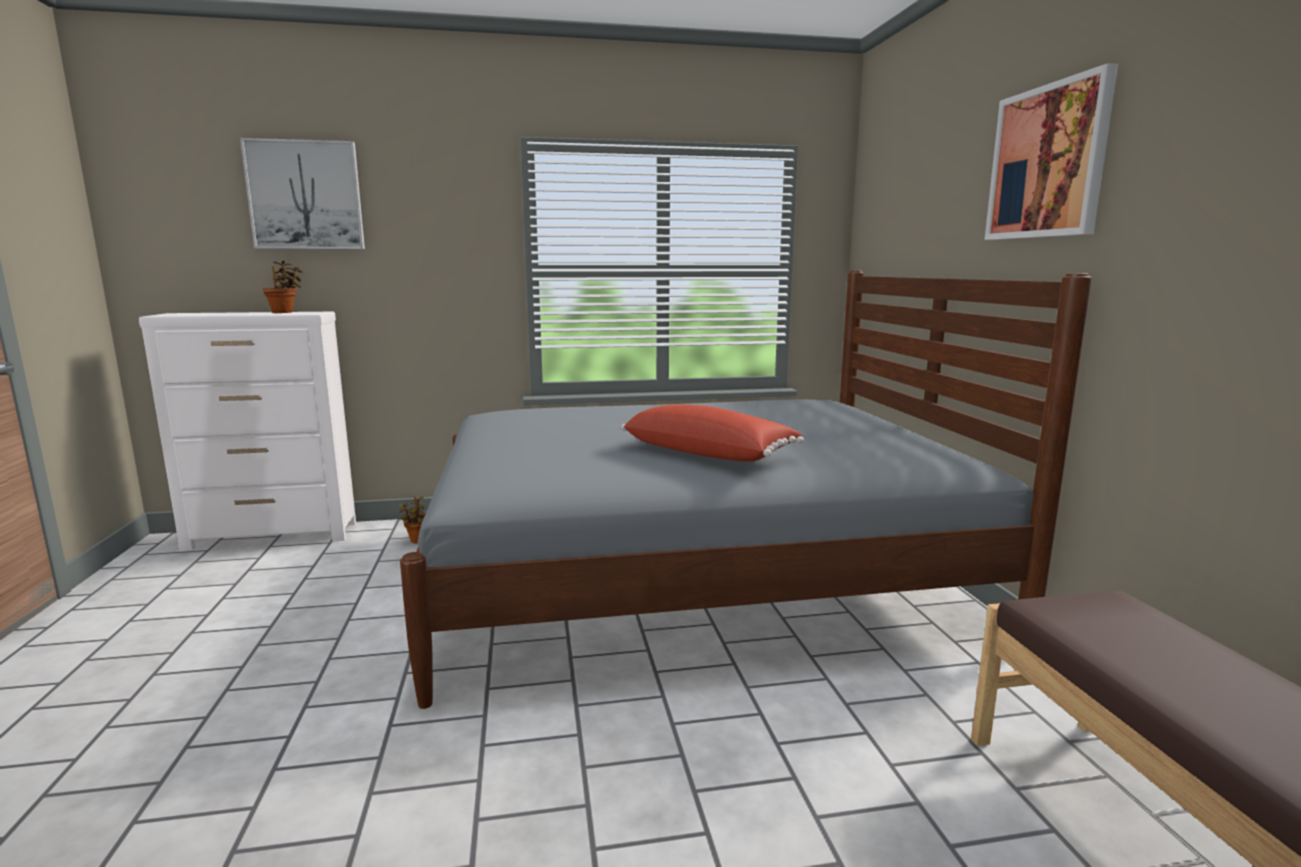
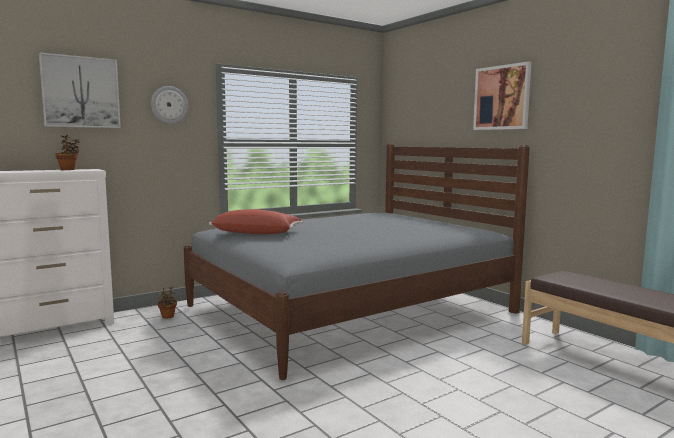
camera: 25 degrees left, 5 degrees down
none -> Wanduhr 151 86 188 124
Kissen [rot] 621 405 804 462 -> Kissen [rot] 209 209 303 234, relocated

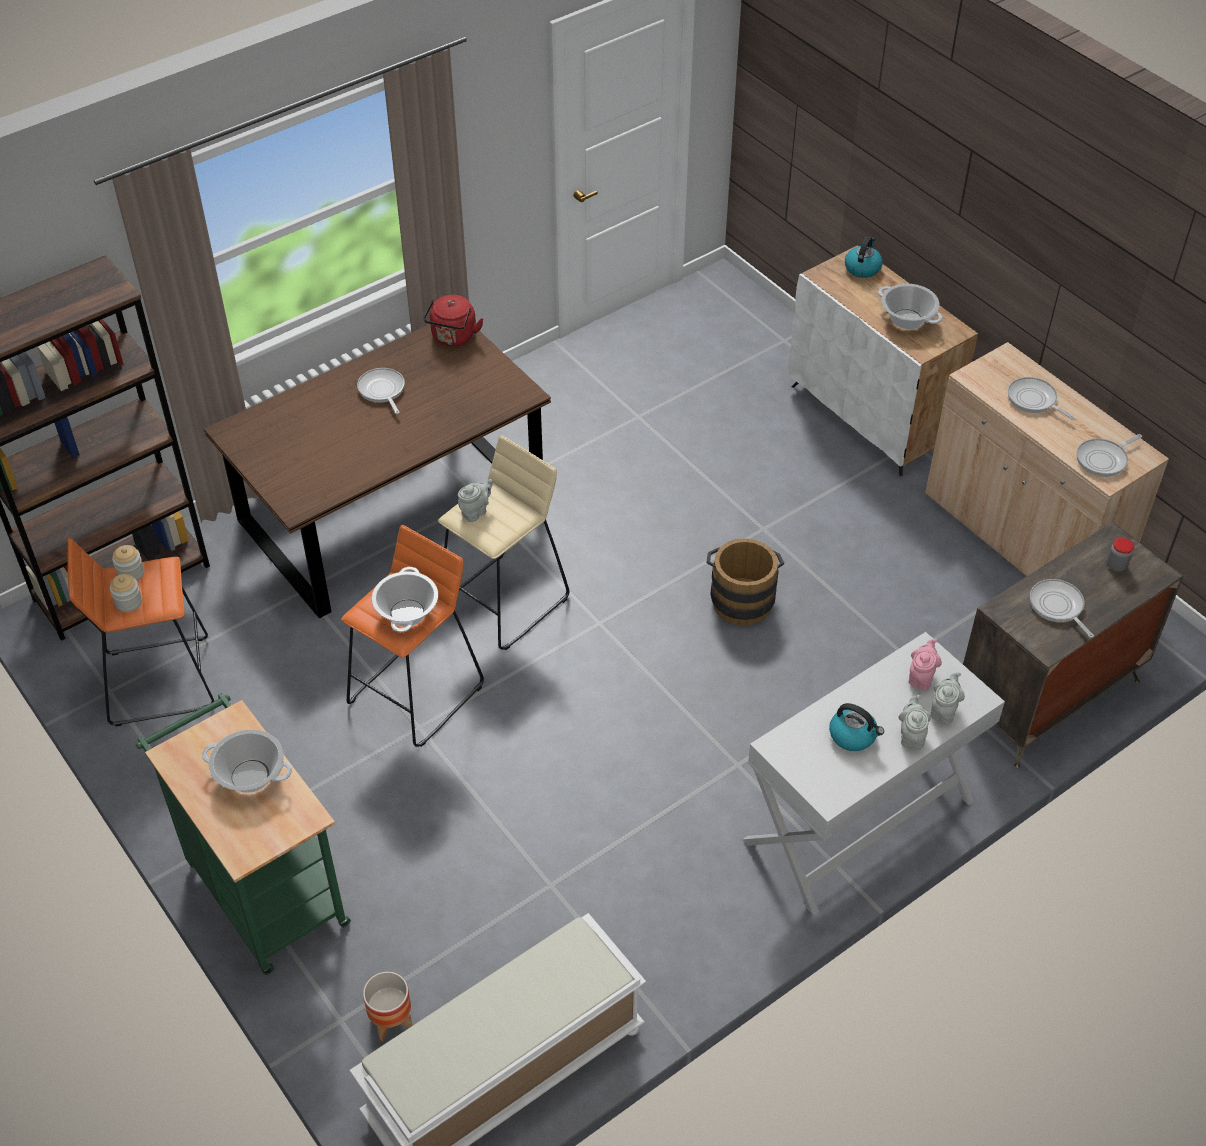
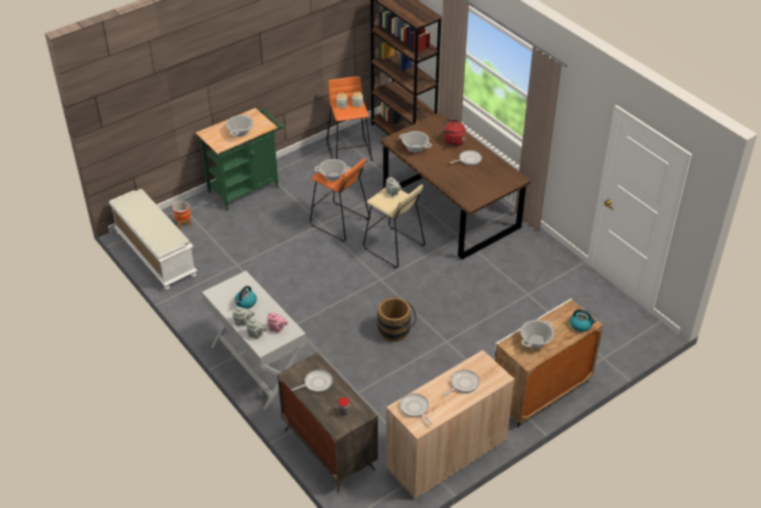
camera: 90 degrees right, 5 degrees down
none -> Kochtopf 399 131 432 152
Wasserkessel [rot] 423 295 484 346 -> Wasserkessel [rot] 441 120 466 146, relocated

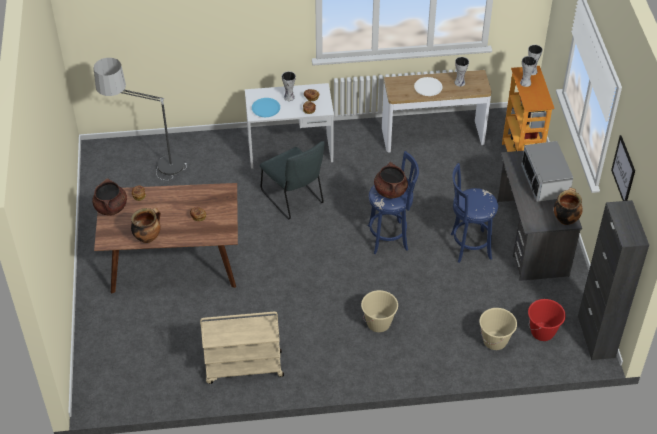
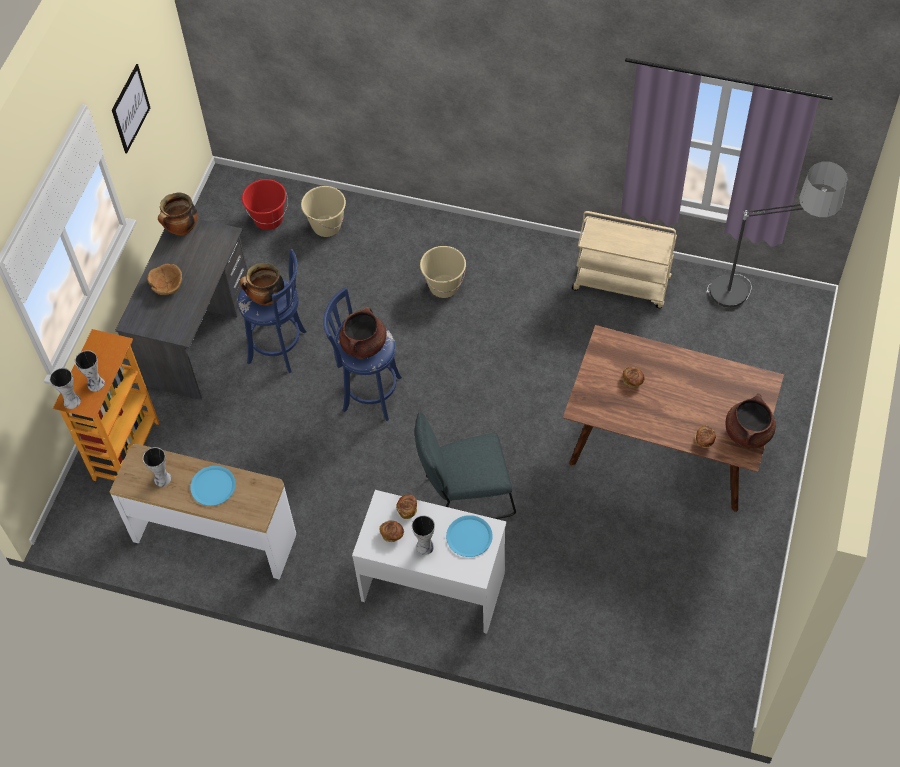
camera: 155 degrees left, 10 degrees up
Mikrowelle 521 141 573 202 -> Schüssel [braun] 147 264 182 295
Teller [weiß] 414 77 443 96 -> Teller [blau] 190 466 236 506
Kochtopf 131 208 161 243 -> Kochtopf 240 263 284 305, relocated
Stuhl [grau] 260 141 325 219 -> Stuhl [grau] 415 412 516 519, 90 degrees counterclockwise
Stehlampe 94 58 187 180 -> Stehlampe 706 161 848 308, relocated
Schrank [schwarz] 578 200 649 360 -> none

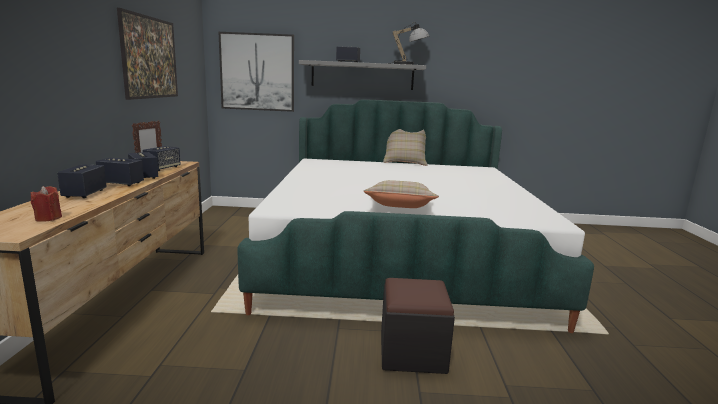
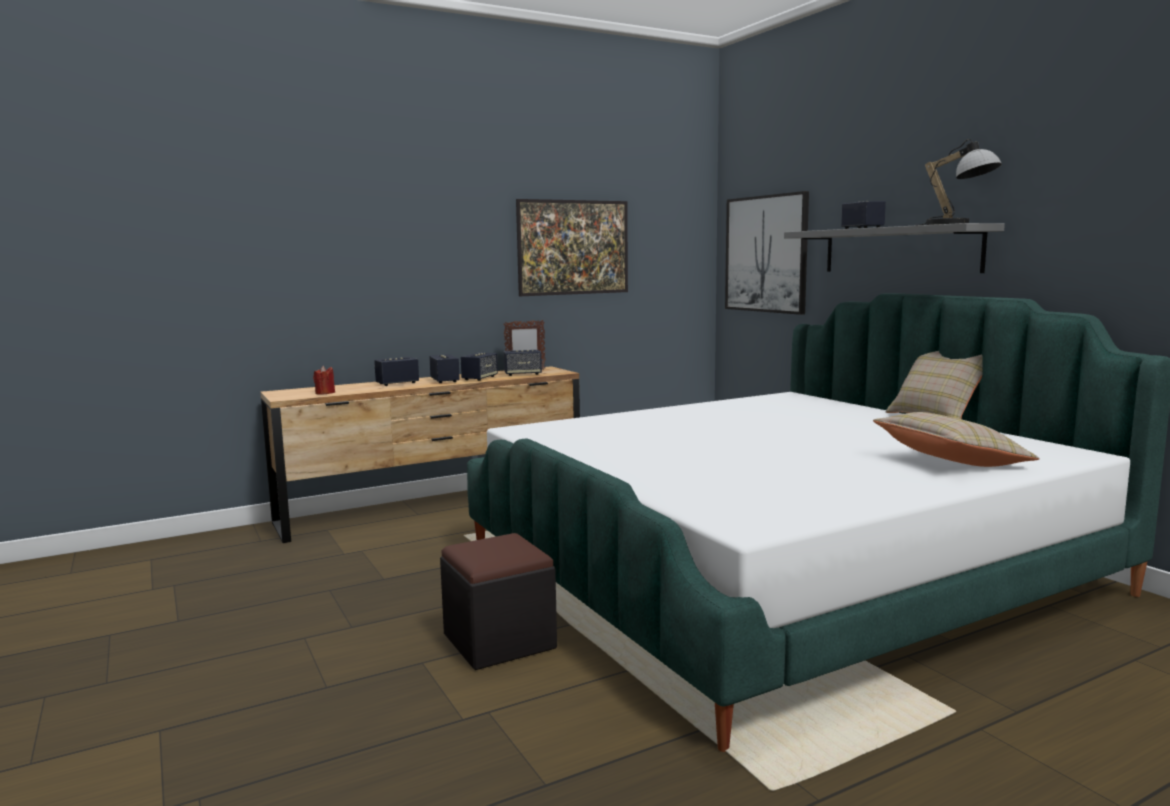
camera: 60 degrees right, 5 degrees down
Kissen [beige] 364 180 439 208 -> Kissen [beige] 873 412 1040 467, relocated

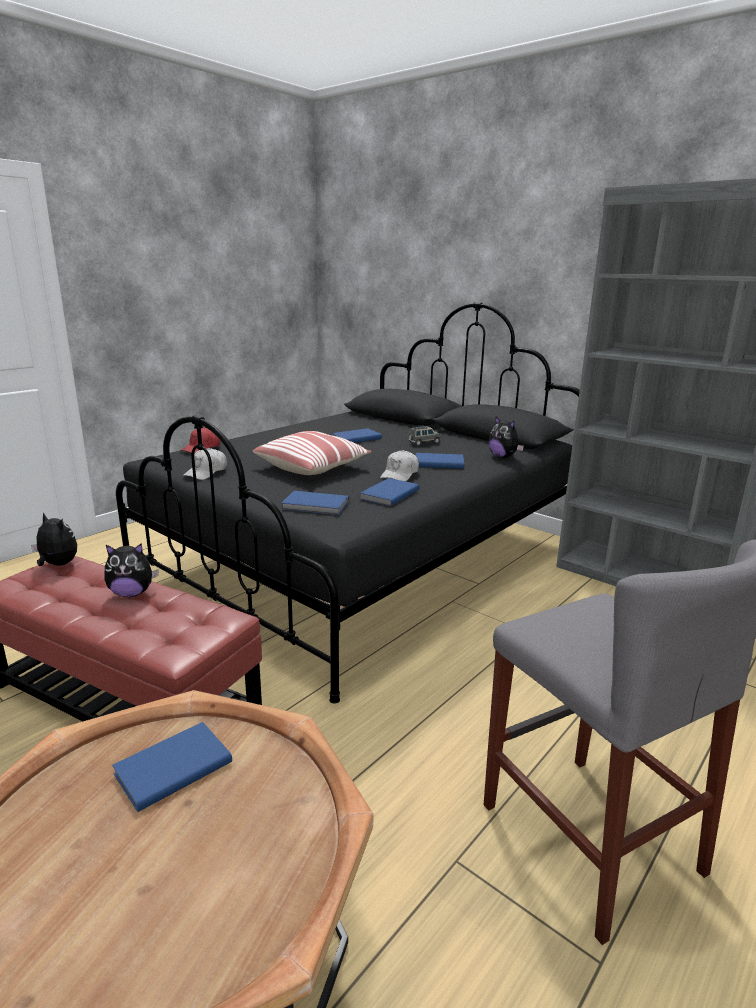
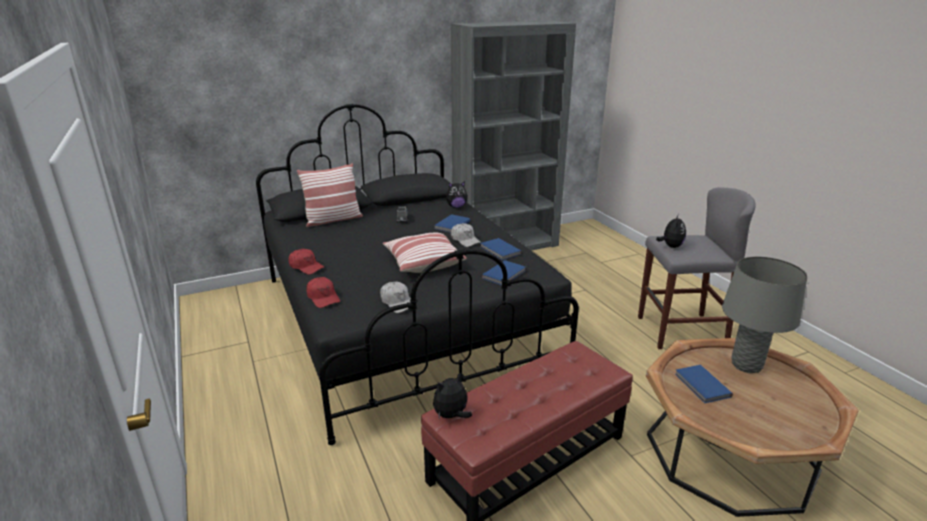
camera: 65 degrees left, 5 degrees up
none -> Kappe [rot] 288 249 324 275
none -> Kissen 297 163 363 227
Plüschtier 104 543 159 597 -> Plüschtier 656 214 686 248, relocated
none -> Tischlampe [grau] 722 257 807 373
Buch [blau] 332 428 382 443 -> none

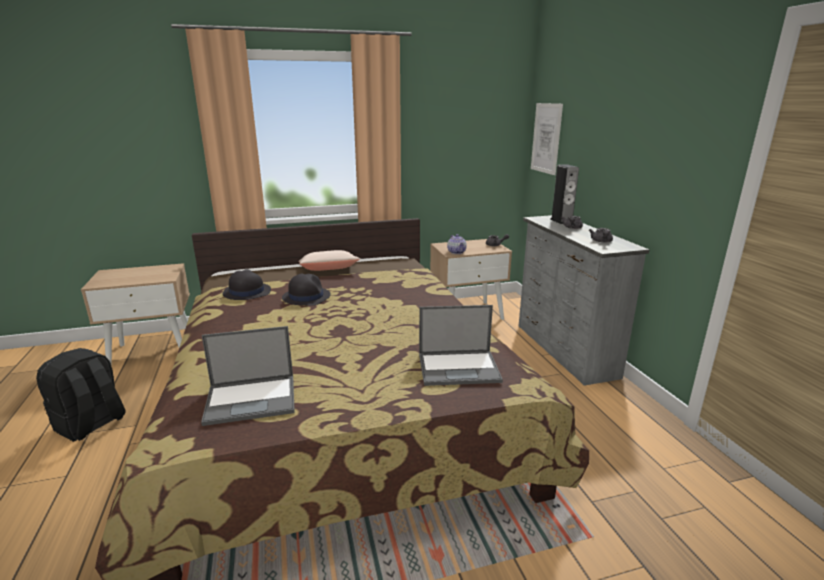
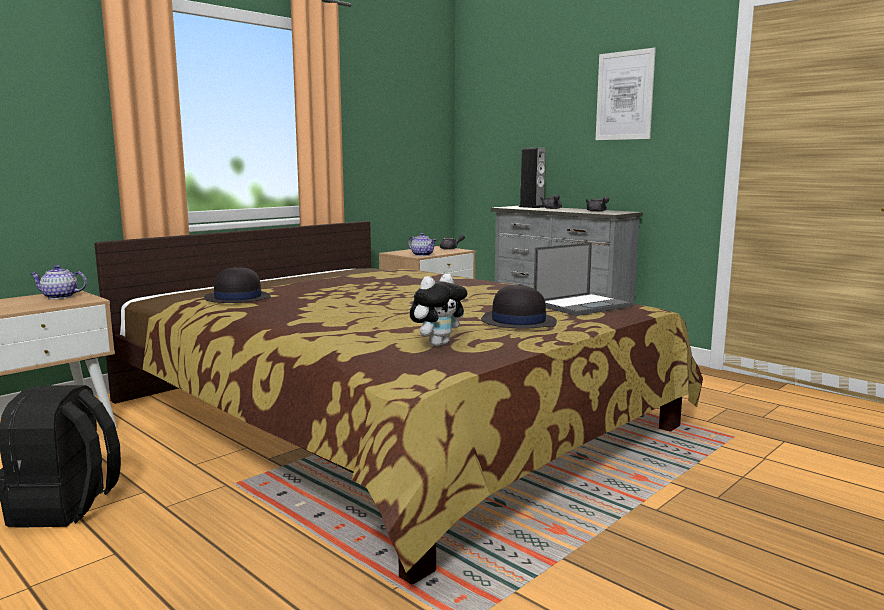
camera: 30 degrees left, 10 degrees down
none -> Teekanne 30 265 87 299
Laptop 201 326 295 426 -> Plüschtier 410 274 467 346
Hut [schwarz] 282 273 331 306 -> Hut [schwarz] 481 284 557 329, relocated
Bild 531 103 563 175 -> Bild 596 48 656 140, relocated
Kissen [beige] 298 250 360 271 -> none

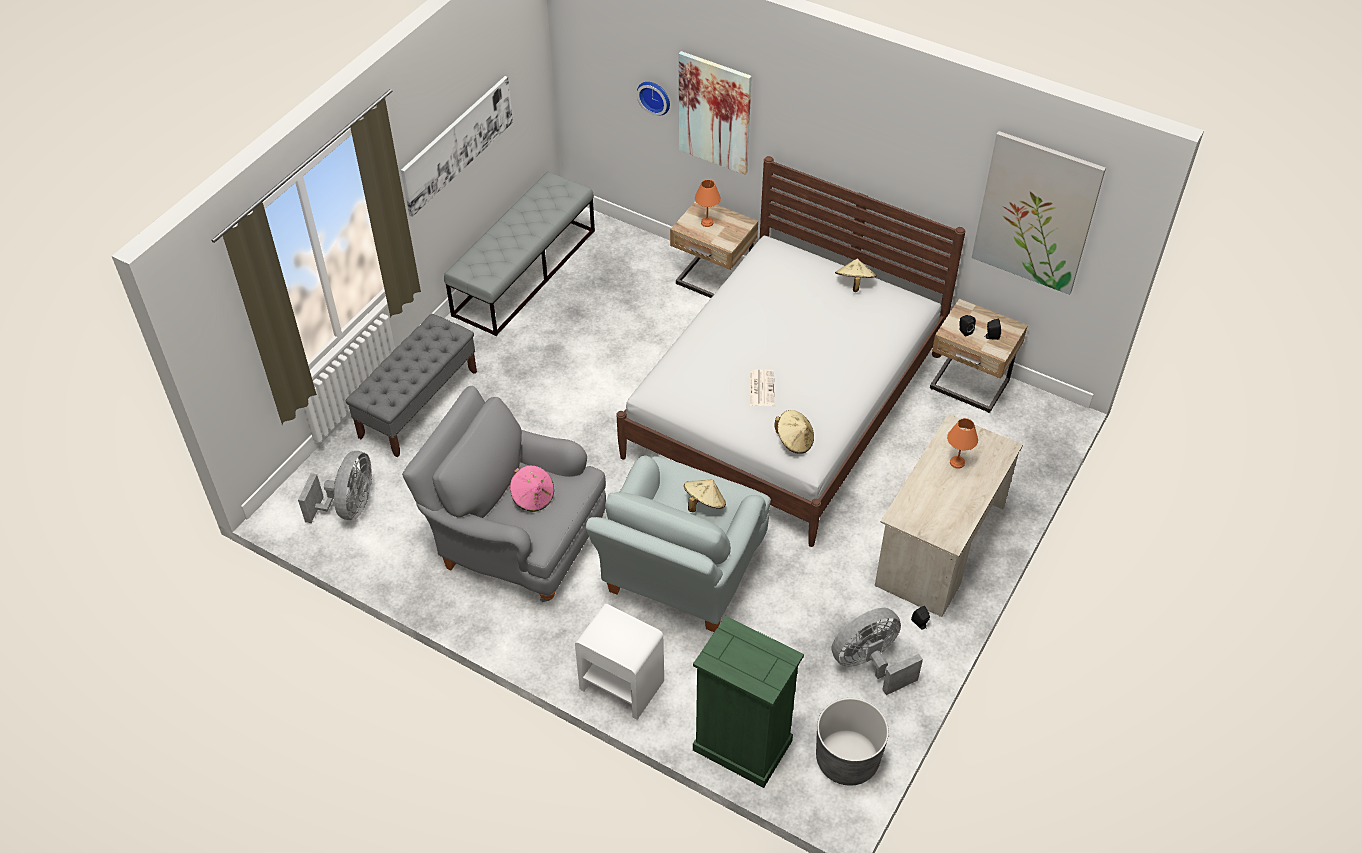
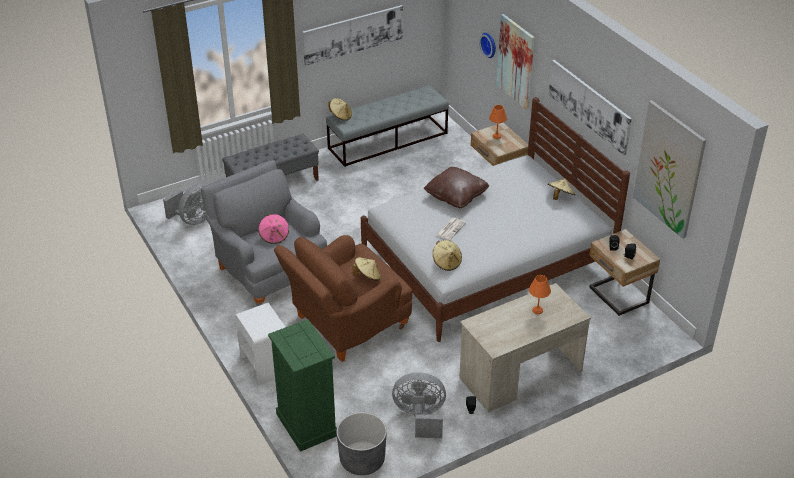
camera: 30 degrees right, 10 degrees down
Sessel [grau] 585 455 771 632 -> Sessel [braun] 274 235 412 362
none -> Hut [beige] 328 98 352 121
none -> Kissen [braun] 424 167 489 208
none -> Bild 549 60 632 155

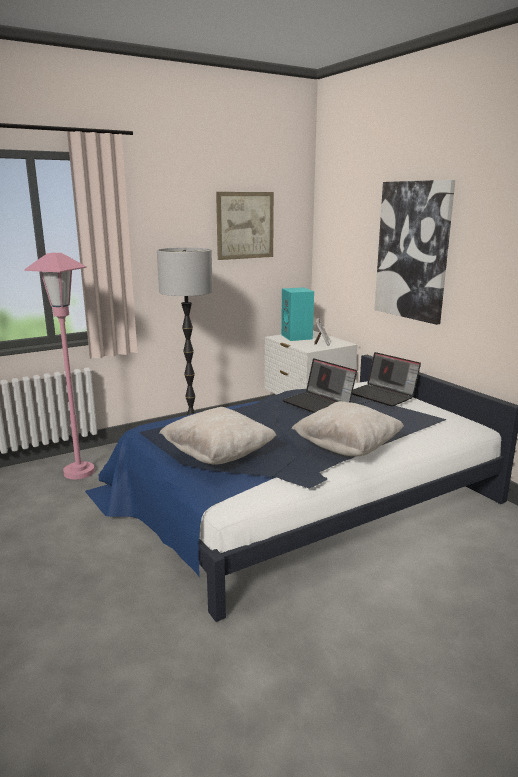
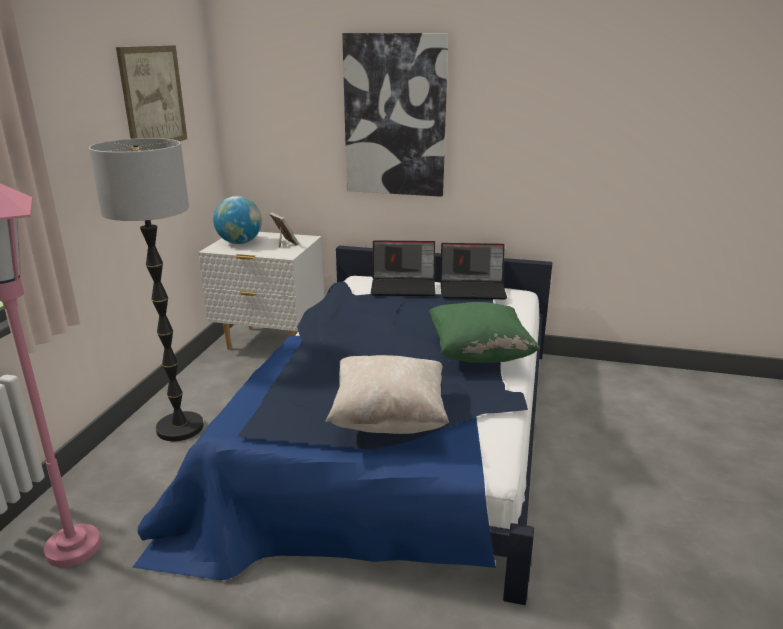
camera: 45 degrees left, 5 degrees up
Lautsprecher [türkis] 281 287 314 341 -> Globus 213 196 262 244
Kissen [beige] 291 401 404 456 -> Kissen [grün] 429 302 540 363
Laptop 282 358 357 413 -> Laptop 440 243 507 299, relocated

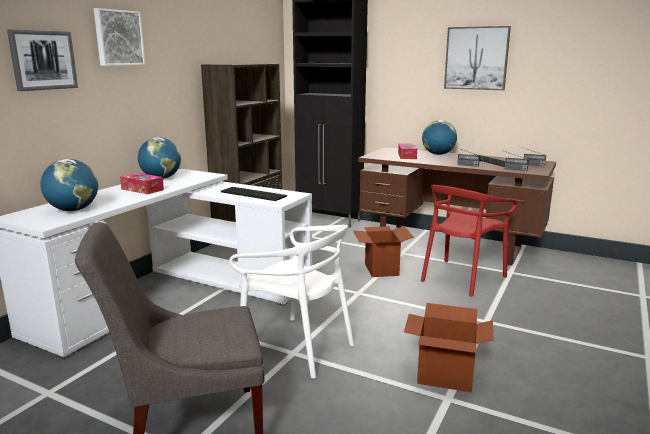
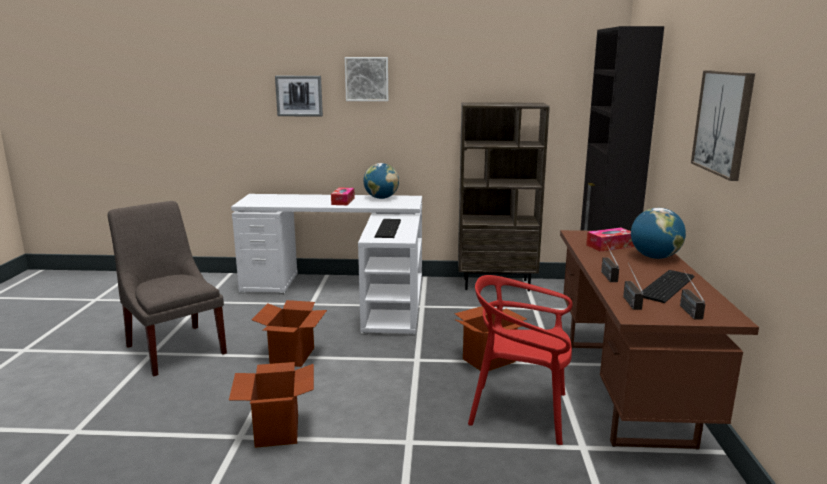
camera: 65 degrees right, 0 degrees up
Stuhl [weiß] 229 225 354 379 -> Karton 252 300 327 367
Globus 40 159 98 211 -> none

